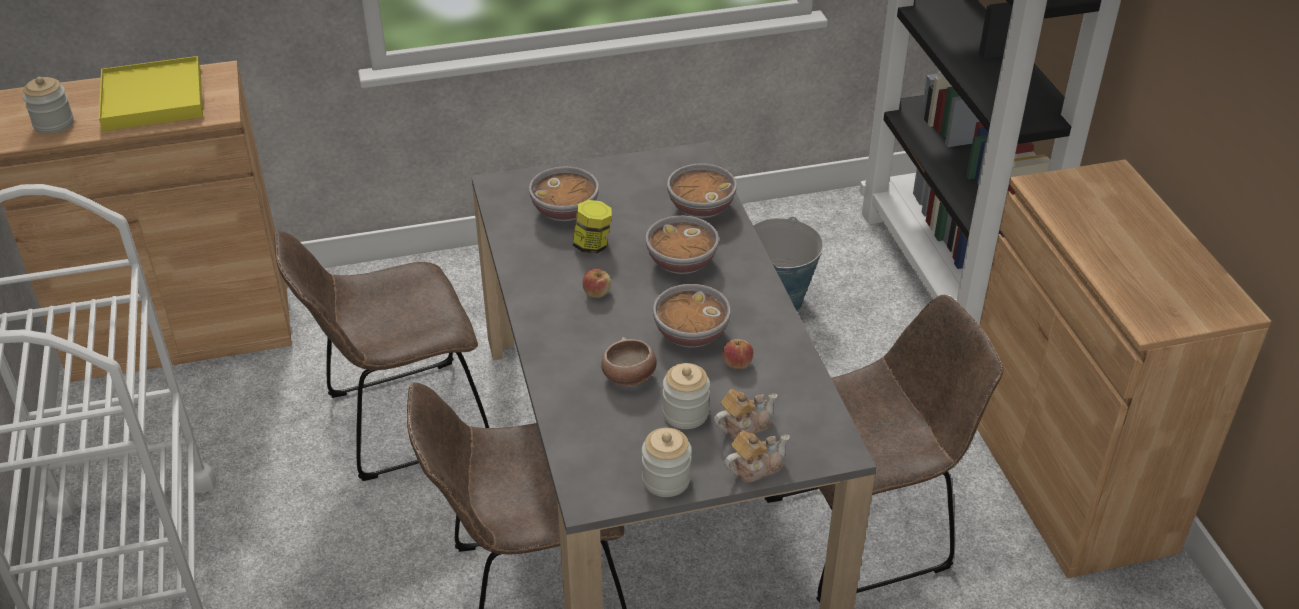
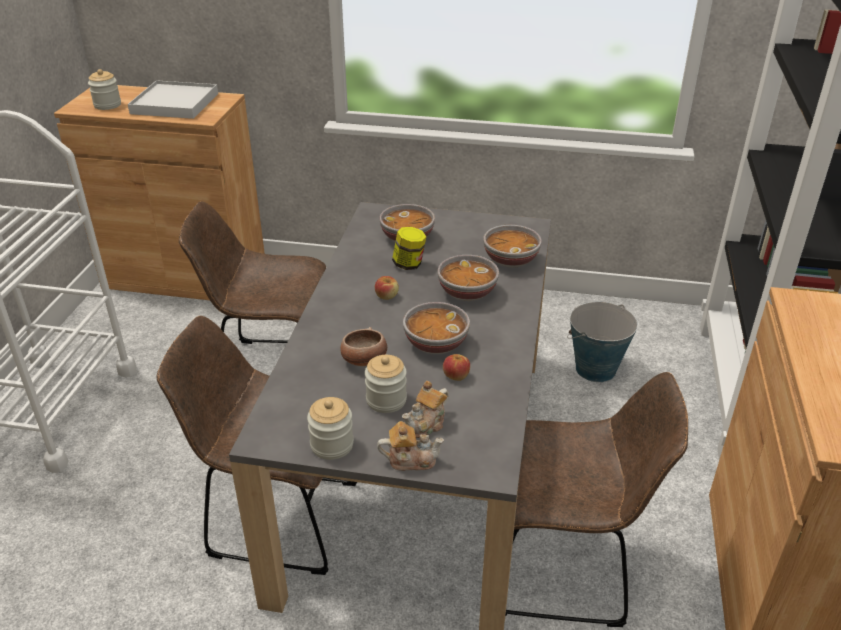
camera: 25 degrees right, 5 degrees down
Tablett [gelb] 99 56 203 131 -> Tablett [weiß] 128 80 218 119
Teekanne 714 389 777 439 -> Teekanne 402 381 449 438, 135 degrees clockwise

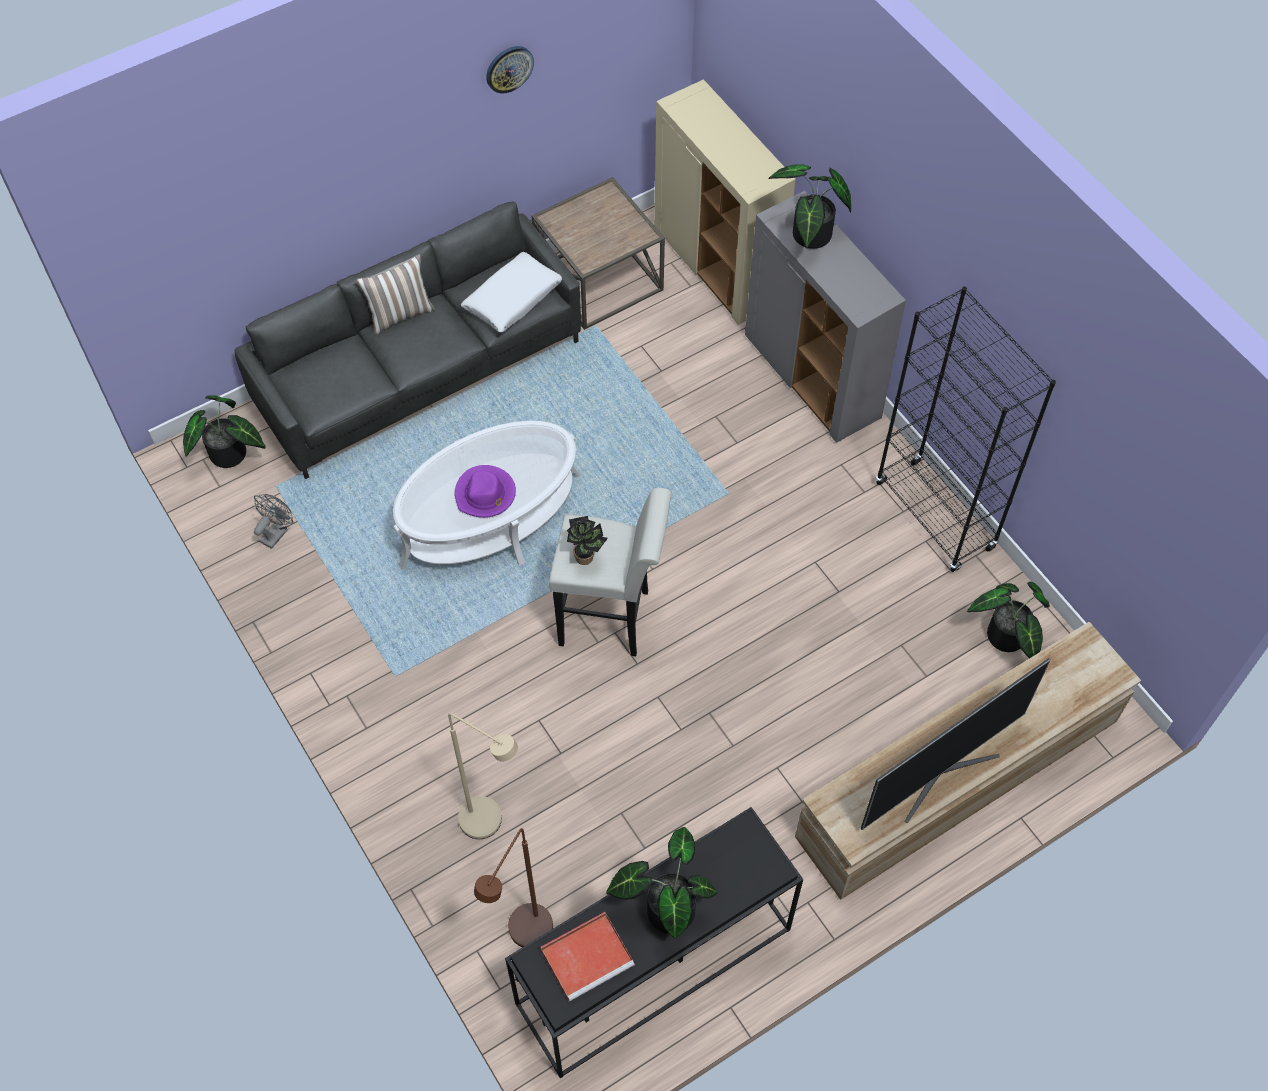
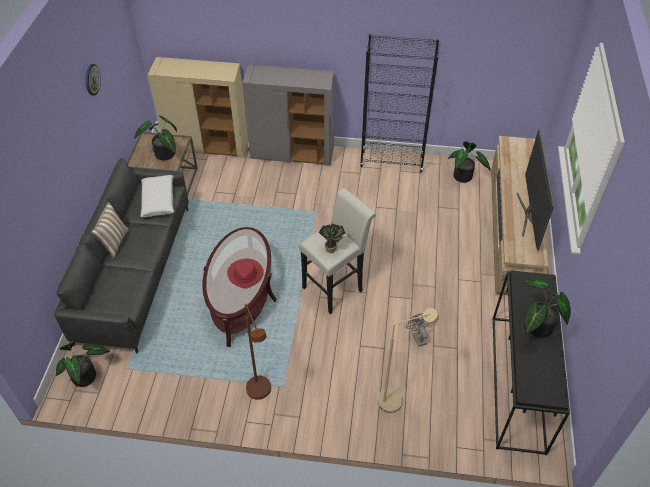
camera: 50 degrees left, 10 degrees down
Topfpflanze 768 164 851 249 -> Topfpflanze 134 115 177 160, relocated
Couchtisch [weiß] 393 421 581 570 -> Couchtisch [braun] 202 227 276 347
Hut [lila] 455 465 516 518 -> Hut [rot] 227 259 263 288
Stehlampe [braun] 474 828 553 947 -> Stehlampe [braun] 245 304 271 400, relocated
Ventilator [grau] 254 494 293 549 -> Ventilator [grau] 406 313 429 347, relocated
Tablett [rot] 540 912 635 1002 -> none

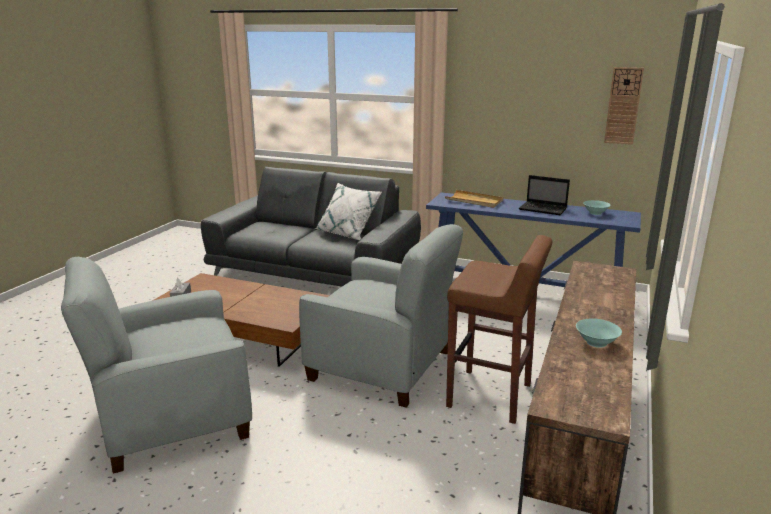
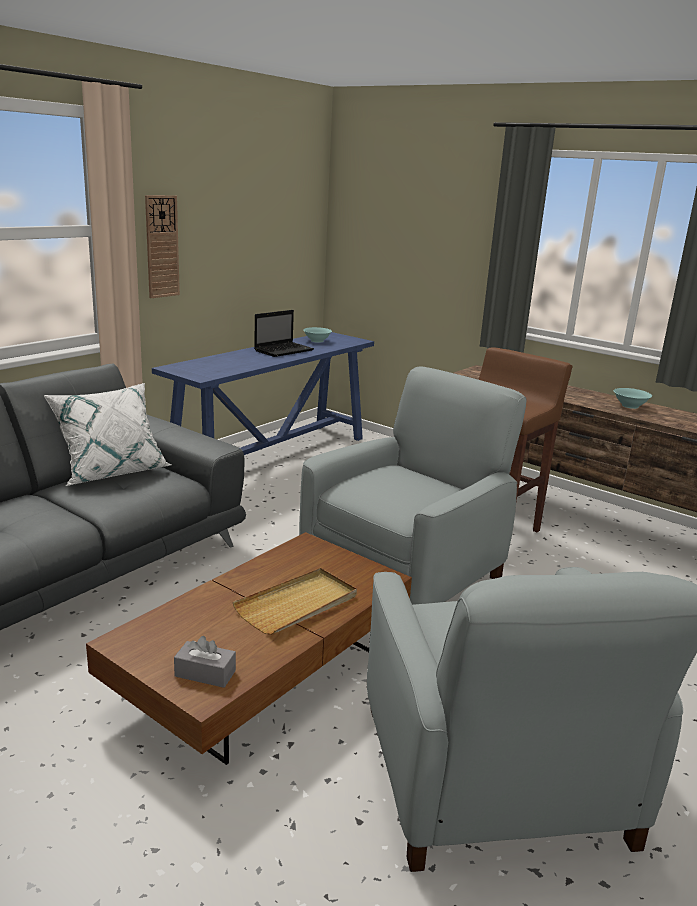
camera: 75 degrees left, 0 degrees up
Wanduhr 604 67 644 145 -> Wanduhr 145 195 180 298, relocated
Tablett [beige] 445 190 504 208 -> Tablett [beige] 233 568 357 635, relocated

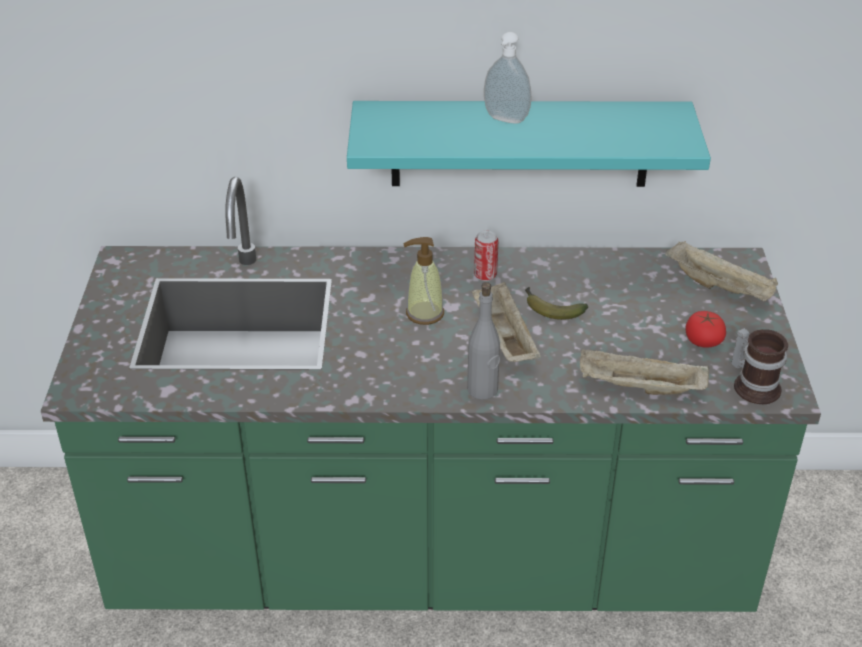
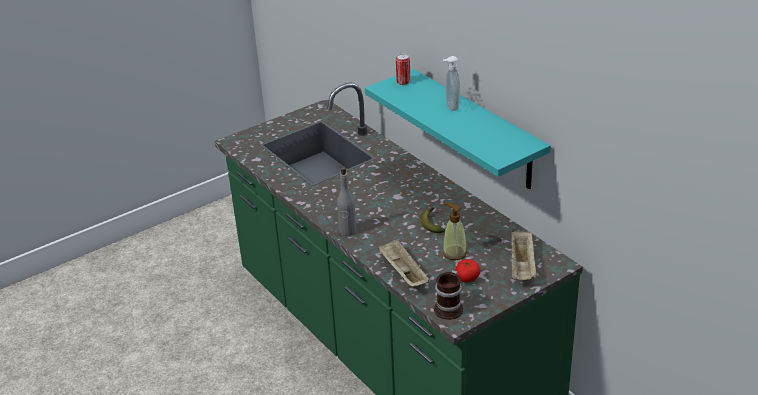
camera: 55 degrees right, 5 degrees down
Dose 474 231 499 281 -> Dose 396 54 410 85, relocated
Seifenspender 403 237 444 325 -> Seifenspender 442 203 467 260, relocated
Tablett [beige] 472 282 541 362 -> none

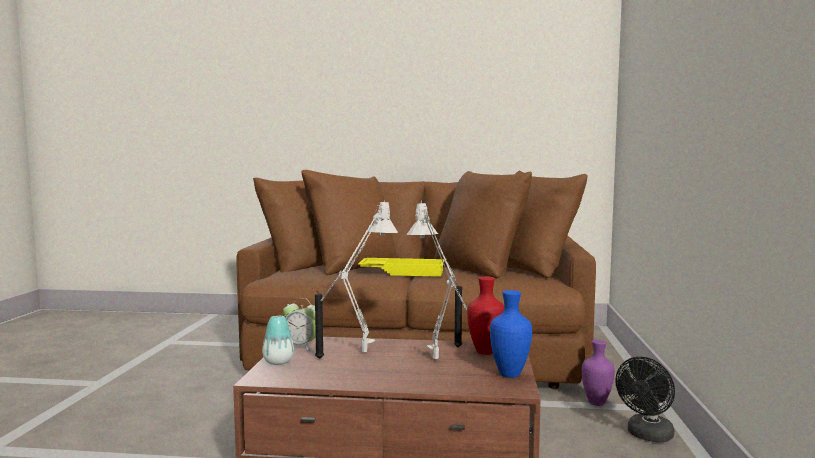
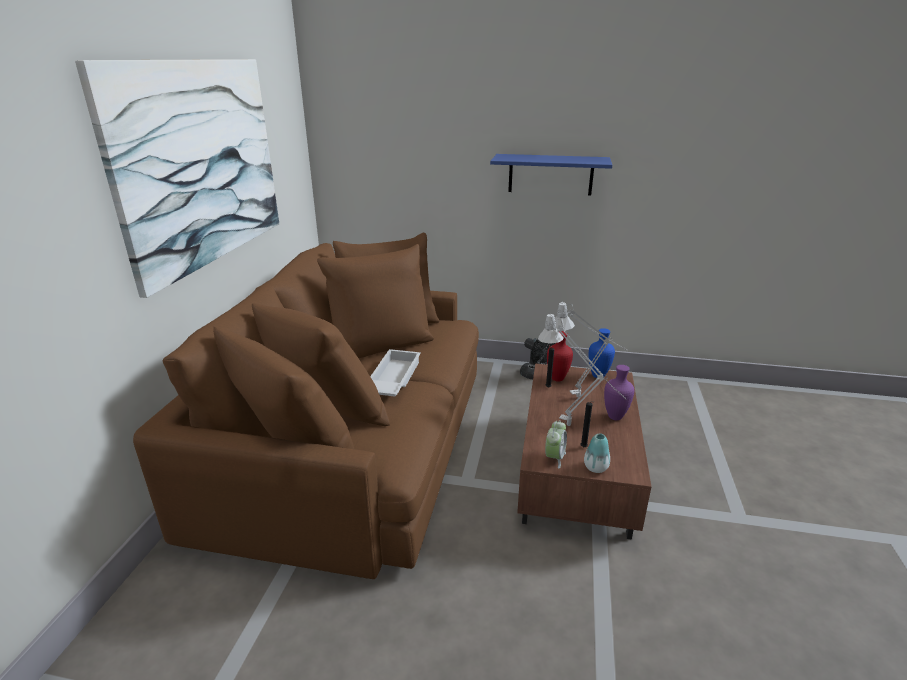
camera: 85 degrees left, 20 degrees up
none -> Bild 75 59 279 298
Tablett [gelb] 358 258 444 277 -> Tablett [weiß] 370 349 421 397
none -> Wandregal [blau] 490 154 612 195
Vase [lila] 582 340 615 406 -> Vase [lila] 604 365 634 420, relocated

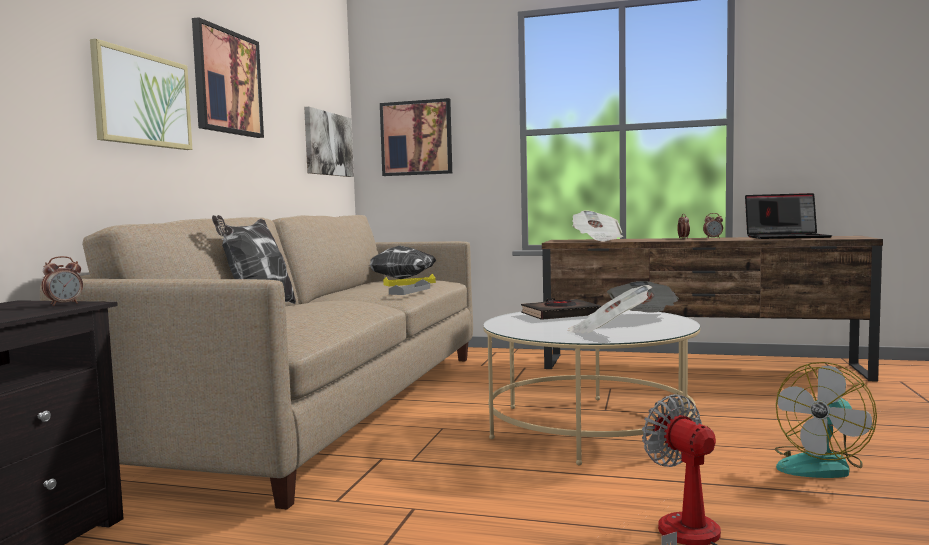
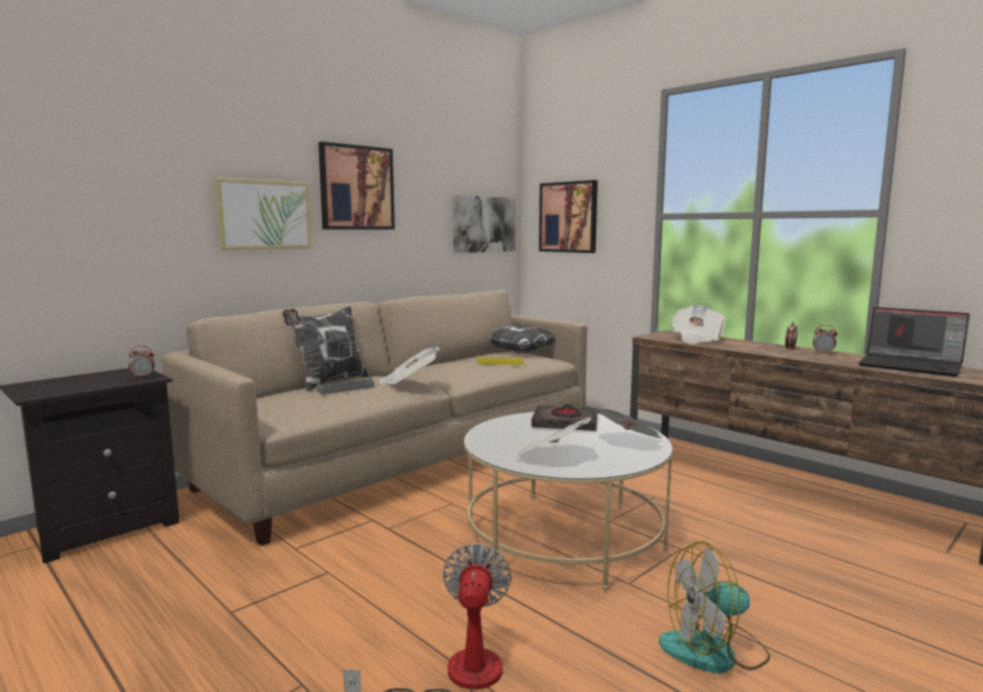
camera: 30 degrees right, 5 degrees up
Tablett [grau] 389 279 430 295 -> Tablett [grau] 316 376 375 395, relocated
none -> Zeitung 379 347 440 385

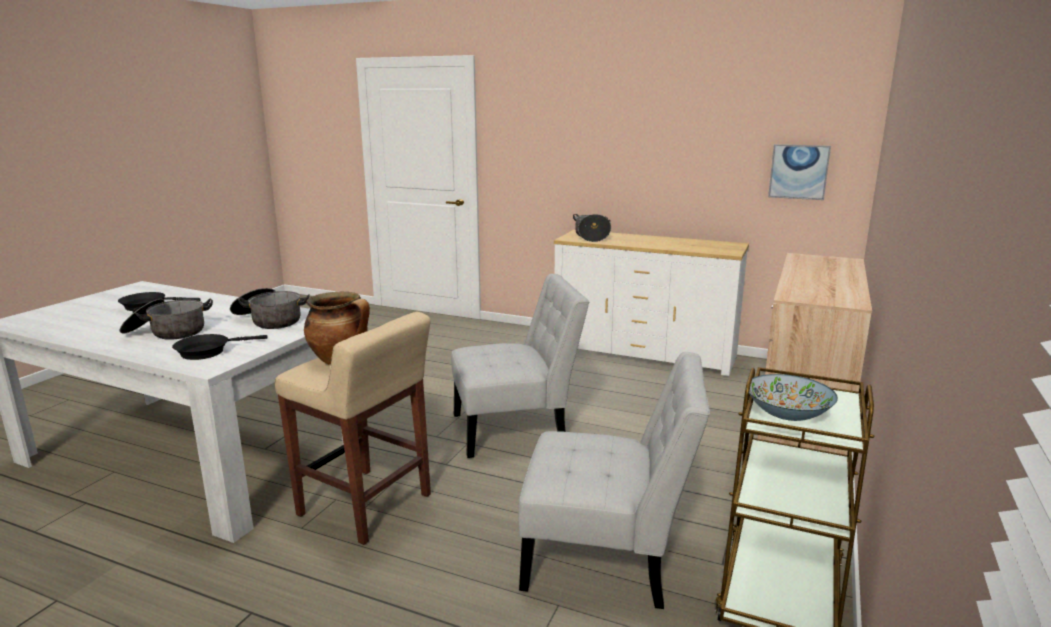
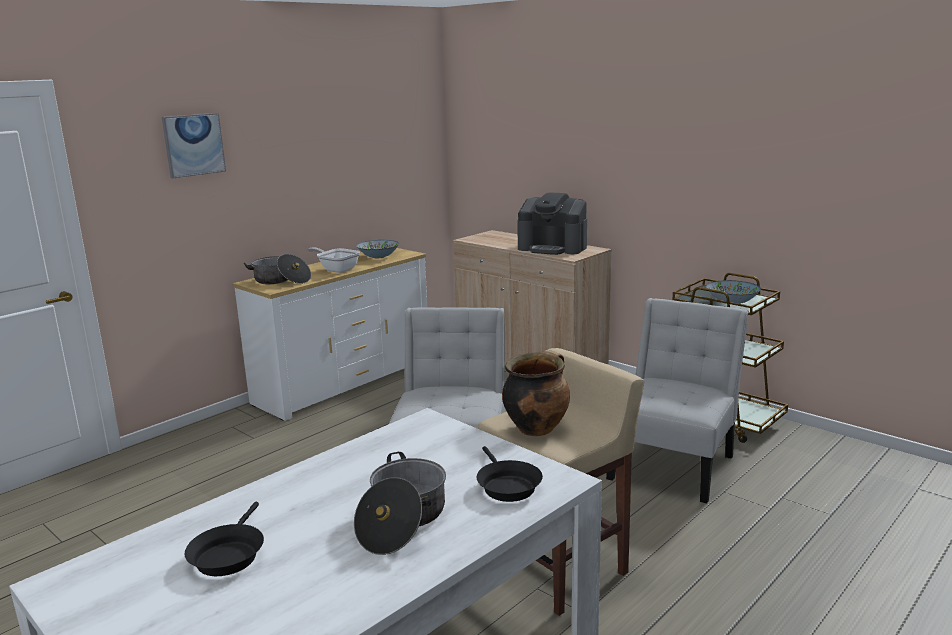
camera: 70 degrees left, 0 degrees up
Bild 768 144 831 200 -> Bild 162 113 226 178, relocated
none -> Pfanne 307 247 360 273
none -> Schüssel 356 240 399 258
none -> Kaffeemaschine 517 192 587 255
Kochtopf 230 288 310 329 -> none

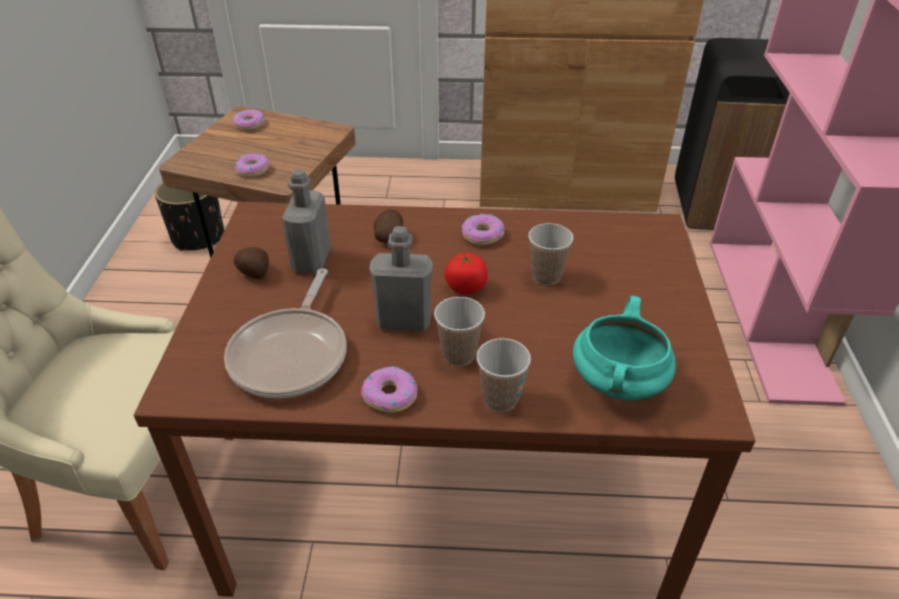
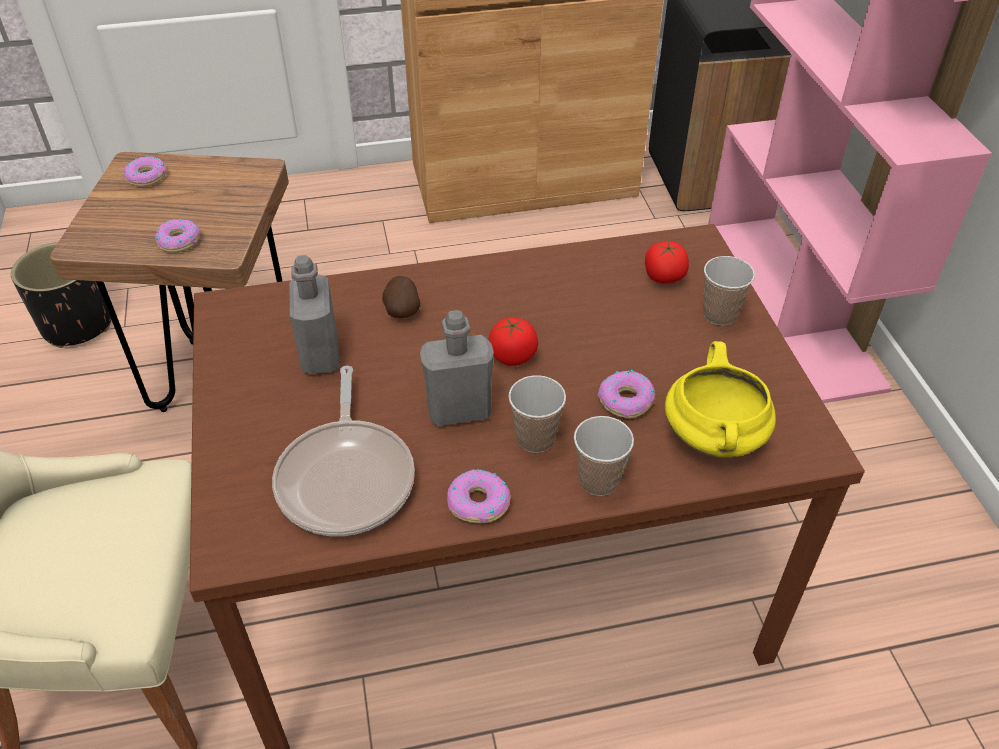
camera: 15 degrees left, 5 degrees up
Donut 461 214 505 245 -> Donut 598 370 655 418, relocated
none -> Tomate 645 241 689 283
Kochtopf [türkis] 573 296 676 401 -> Kochtopf [gelb] 665 341 776 458
Tasse 528 223 573 285 -> Tasse 703 256 755 326, relocated
Kartoffel 234 247 269 279 -> none

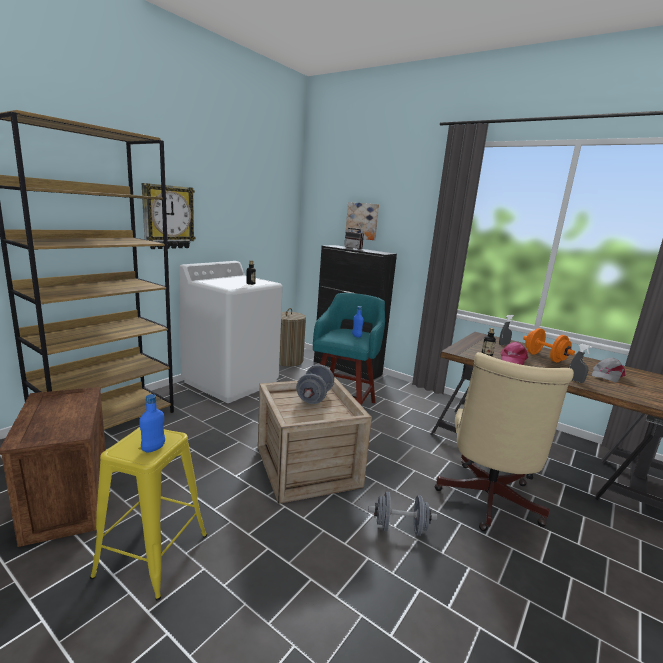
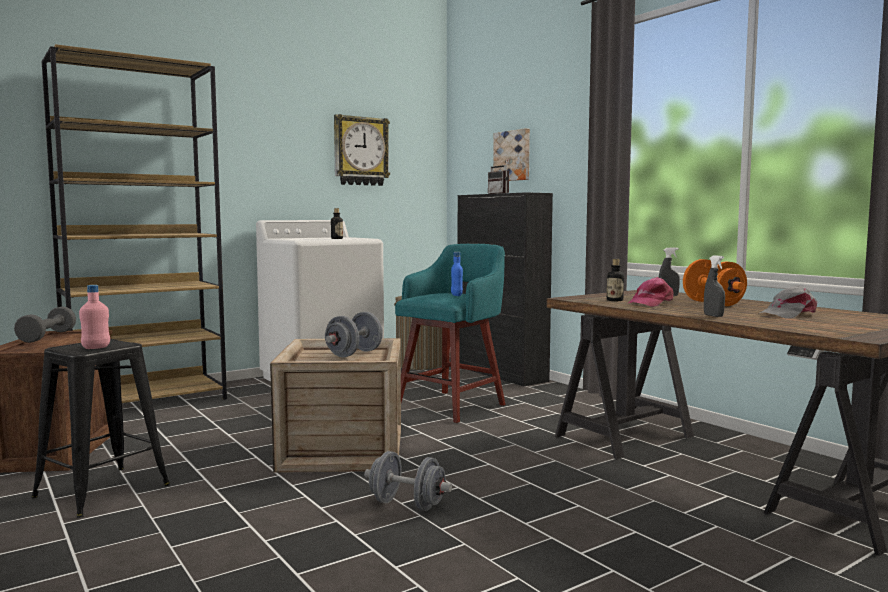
camera: 20 degrees right, 10 degrees down
none -> Hantel [grau] 14 306 76 343
Hocker [gelb] 90 427 207 601 -> Hocker [schwarz] 31 339 170 518
Flasche [blau] 139 394 165 453 -> Flasche [rosa] 79 285 110 349
Wanduhr 142 183 196 249 -> Wanduhr 334 114 390 186, relocated
Bürostuhl [beige] 434 352 574 531 -> none

